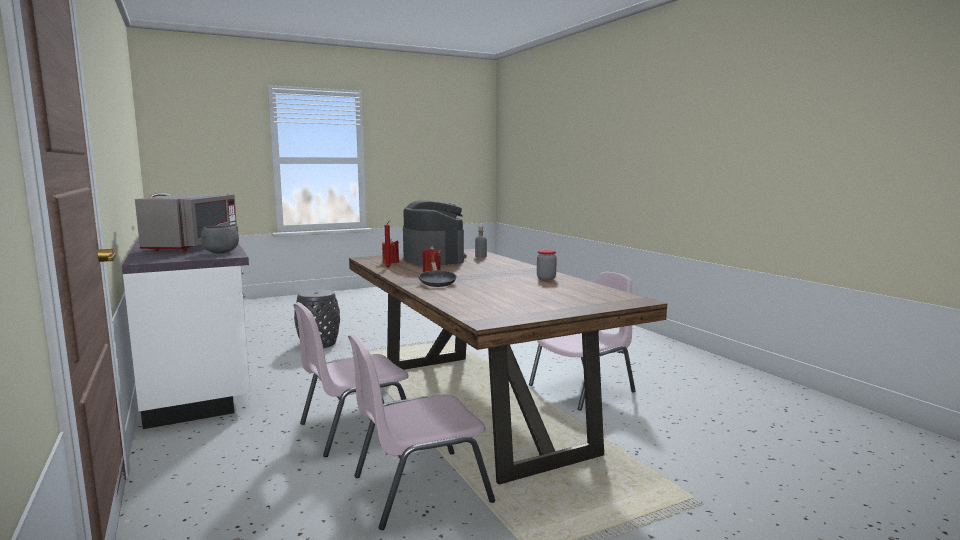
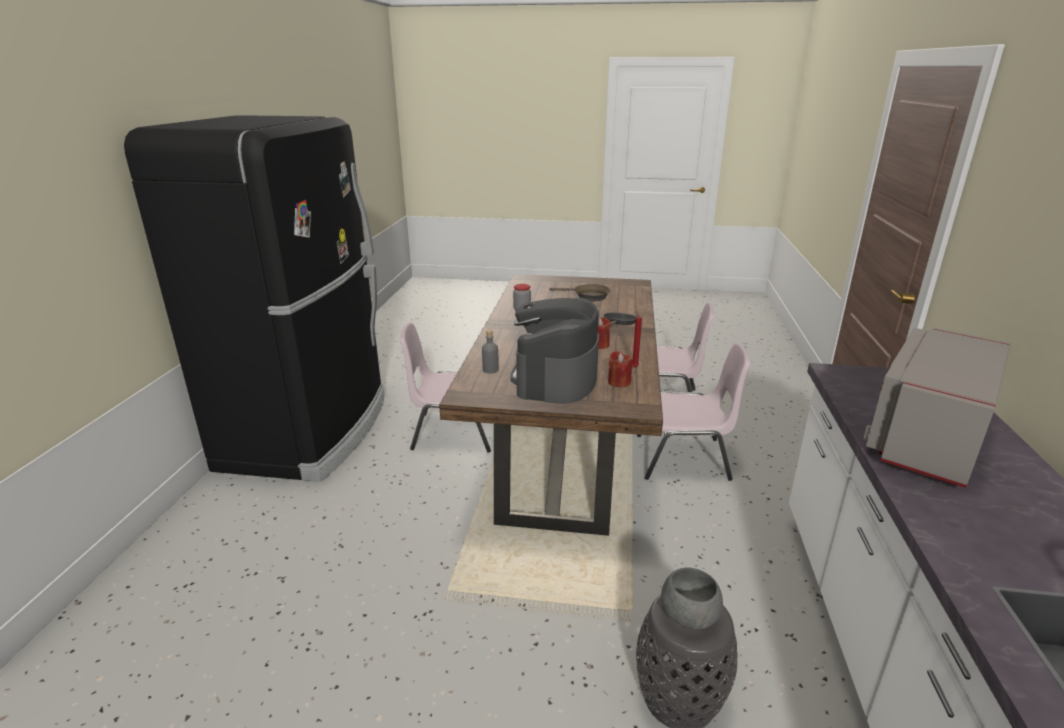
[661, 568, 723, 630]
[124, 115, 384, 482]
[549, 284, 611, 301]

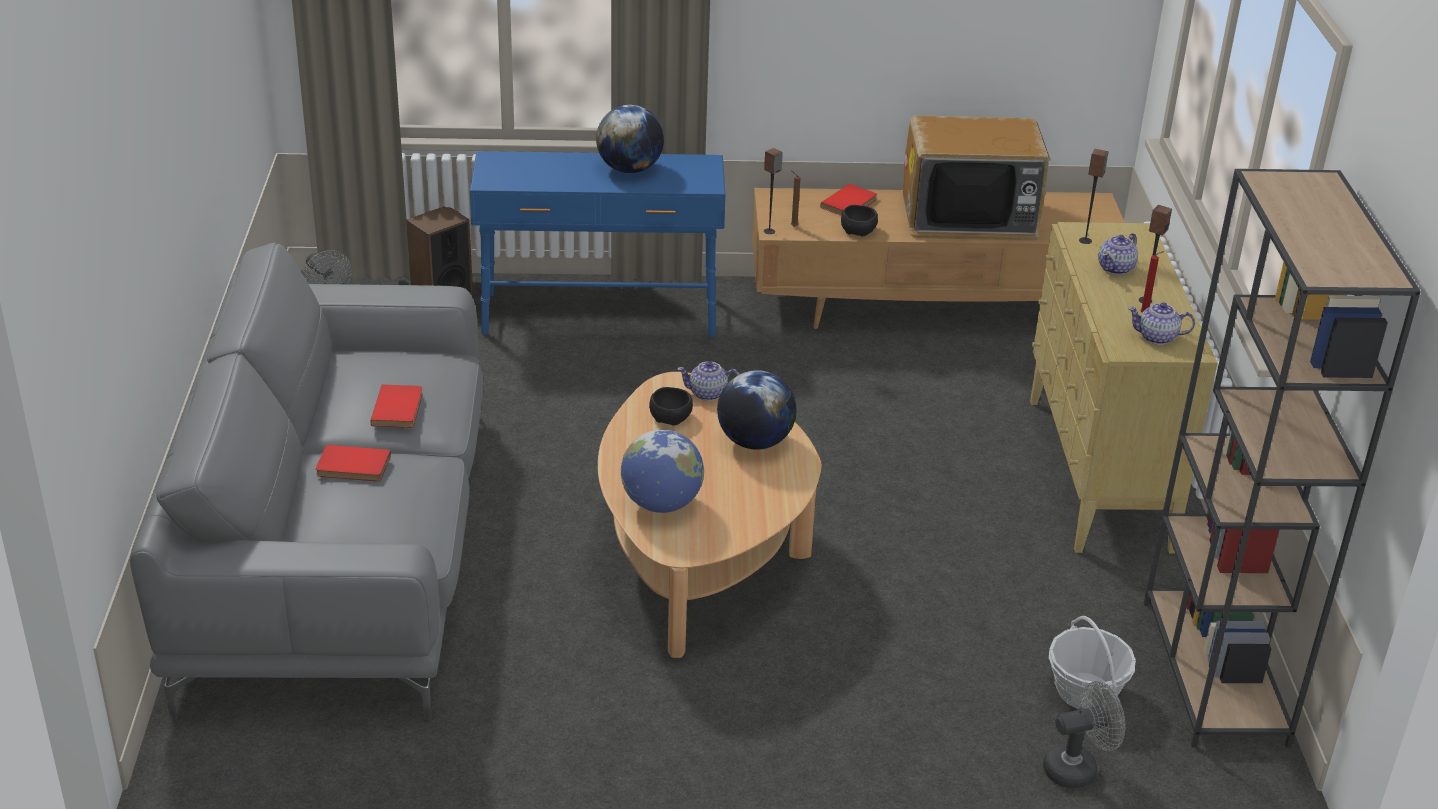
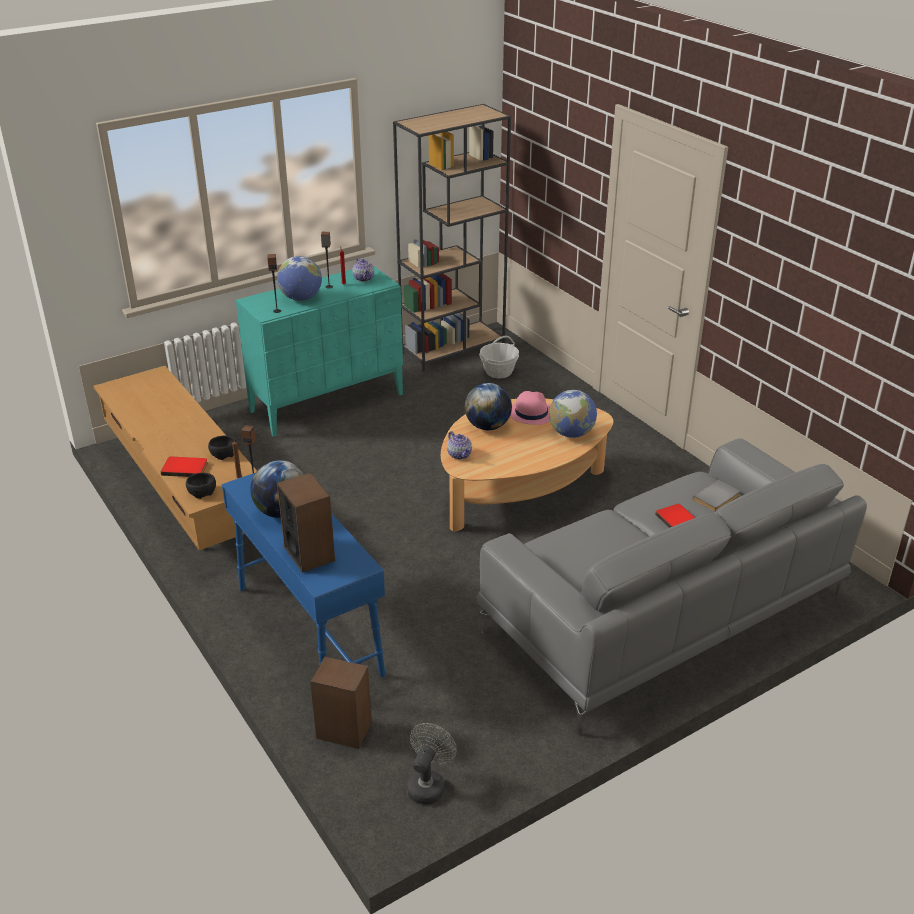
[371, 385, 423, 428] (first image)
[186, 473, 216, 499]
[903, 115, 1051, 241] (first image)
[236, 266, 403, 437]
[1043, 681, 1125, 789] (first image)
[277, 256, 322, 301]
[277, 472, 335, 573]
[510, 391, 550, 425]
[693, 479, 740, 512]

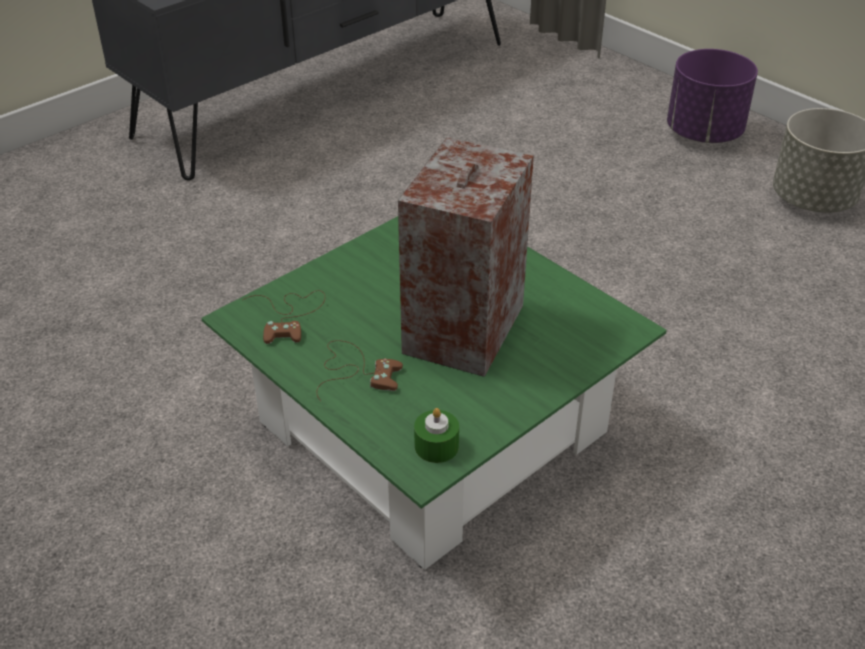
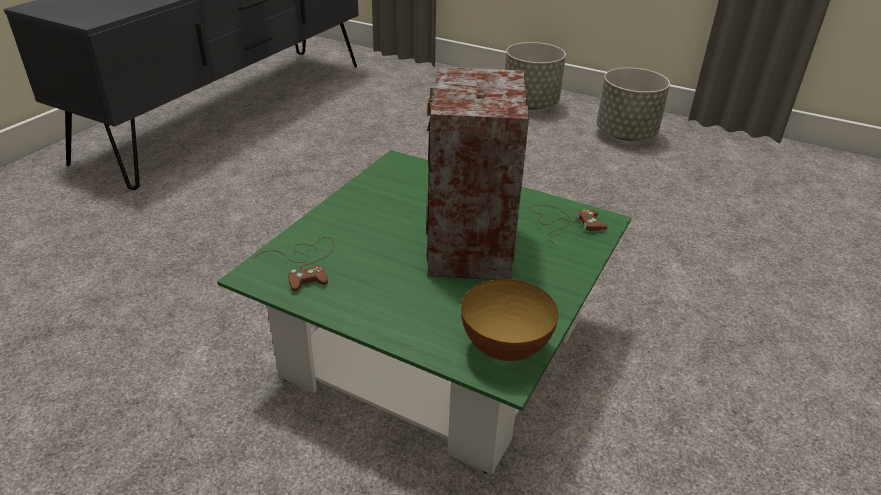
[529, 205, 608, 247]
[461, 279, 558, 361]
[505, 42, 566, 110]

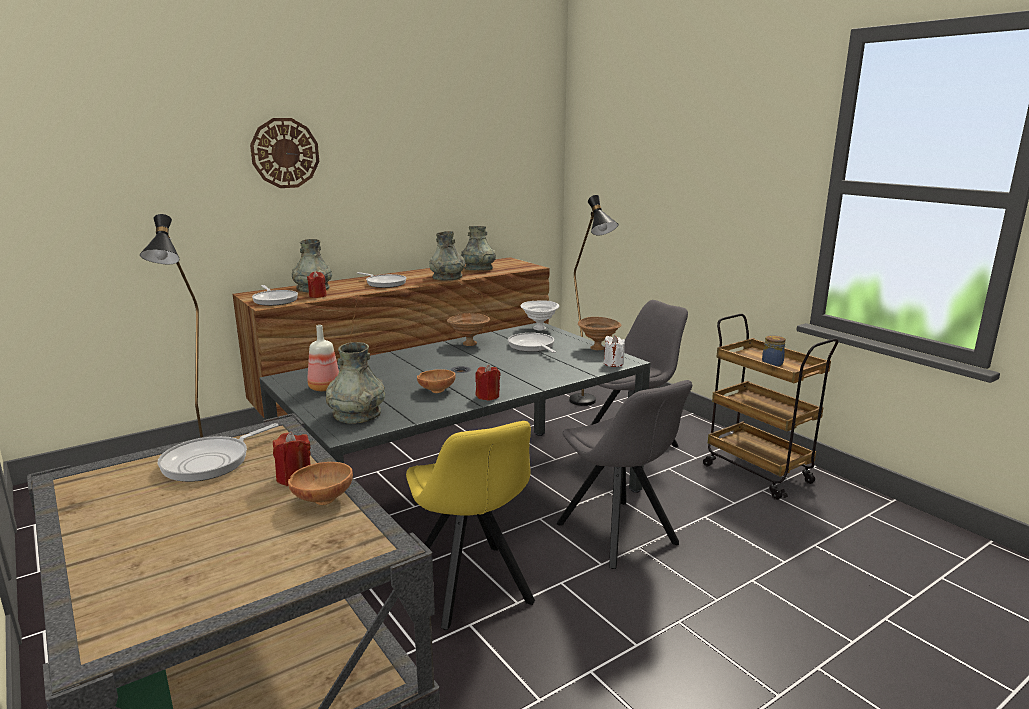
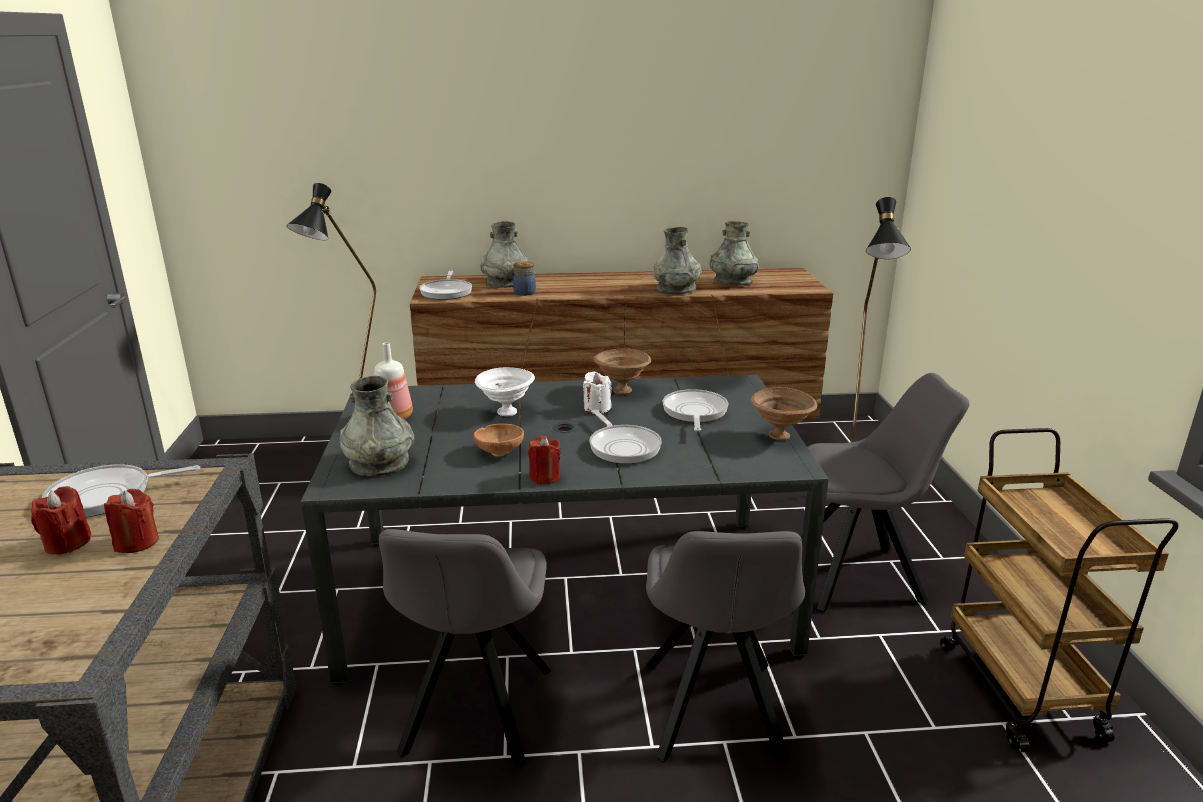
[250, 118, 319, 188] (first image)
[288, 462, 353, 505] (first image)
[31, 486, 92, 554]
[589, 410, 662, 464]
[379, 529, 551, 768]
[475, 367, 535, 416]
[583, 372, 612, 414]
[513, 261, 536, 296]

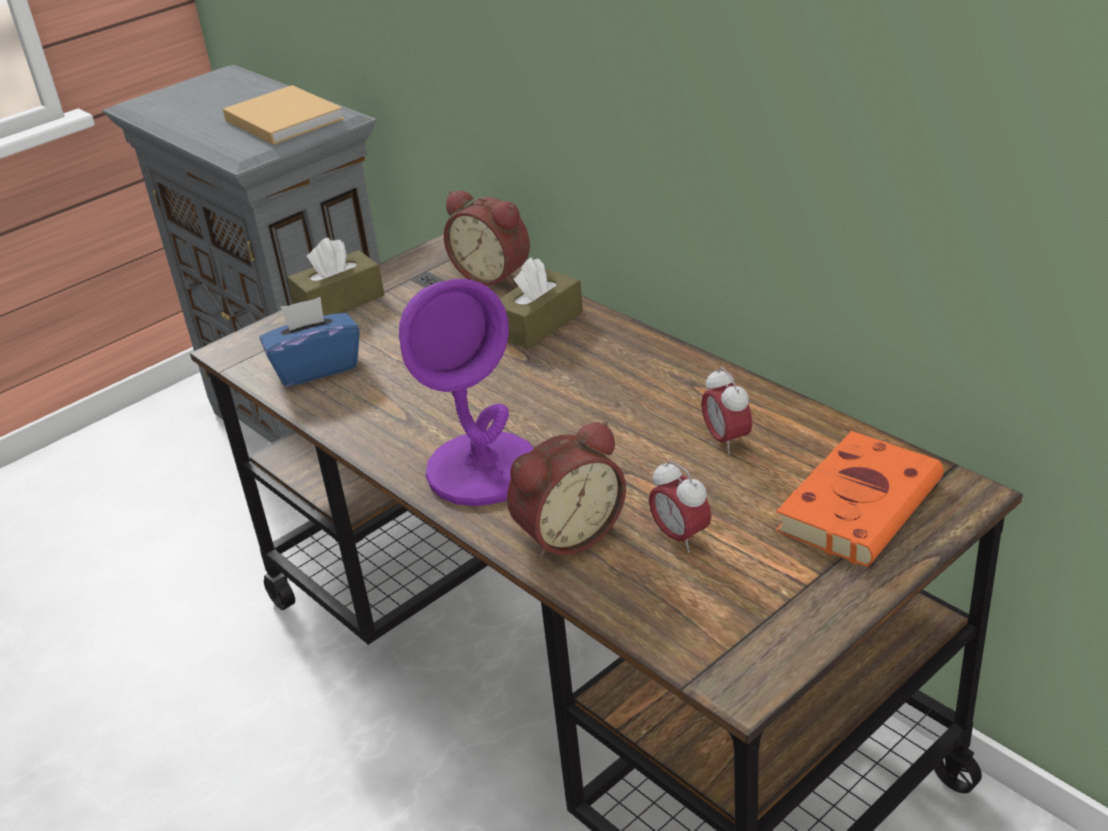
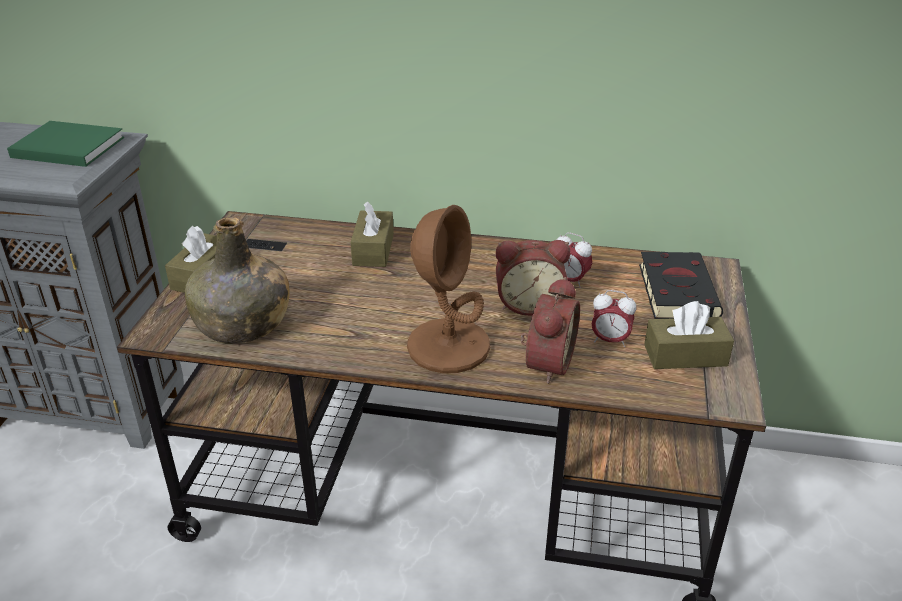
[7, 121, 124, 167]
[185, 217, 290, 343]
[407, 205, 490, 373]
[496, 240, 570, 316]
[639, 252, 723, 319]
[644, 301, 734, 369]

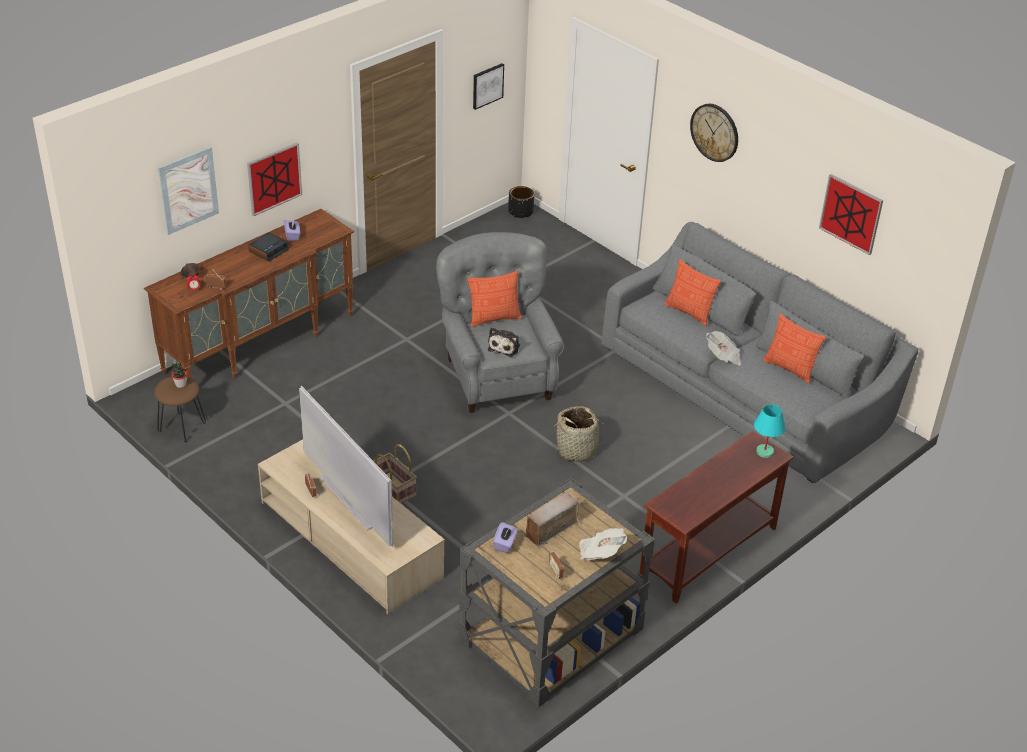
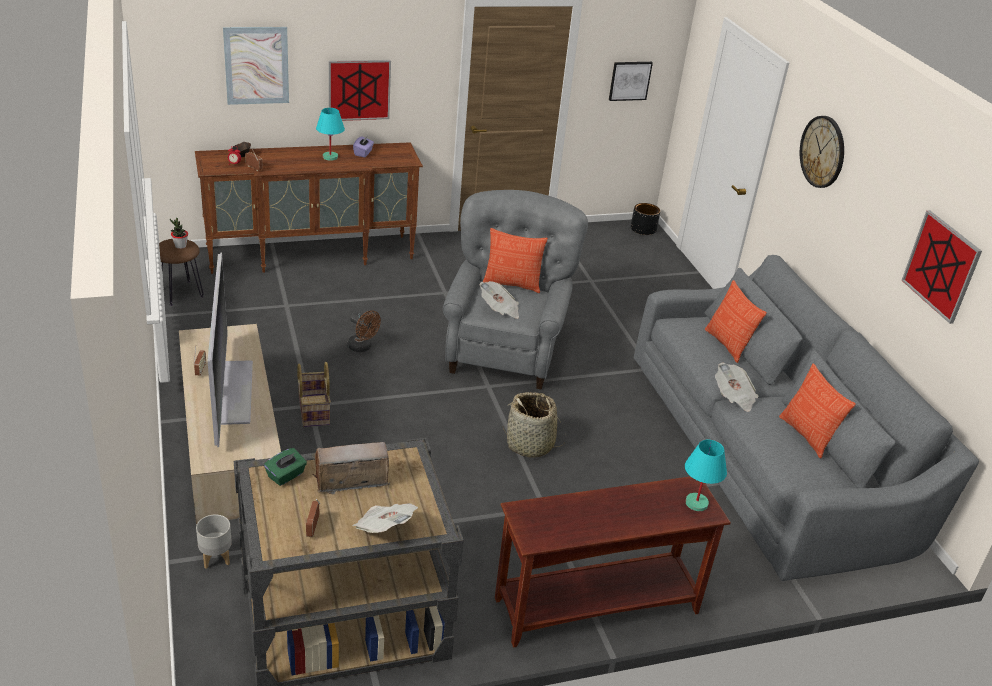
[316, 108, 345, 161]
[480, 281, 519, 319]
[264, 448, 307, 486]
[196, 514, 232, 569]
[347, 310, 381, 352]

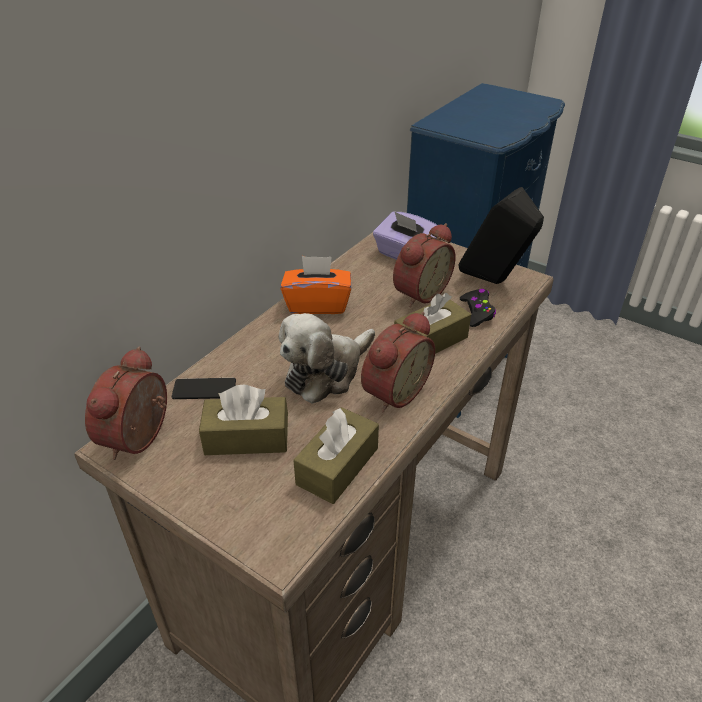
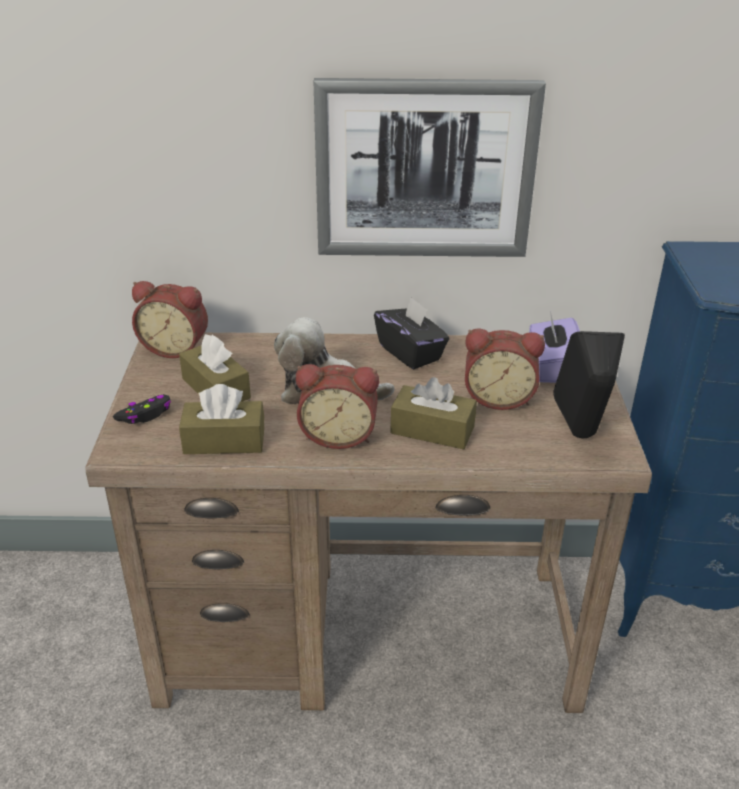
[132, 281, 208, 358]
[172, 378, 236, 399] (first image)
[374, 297, 449, 369]
[113, 394, 171, 424]
[314, 78, 546, 257]

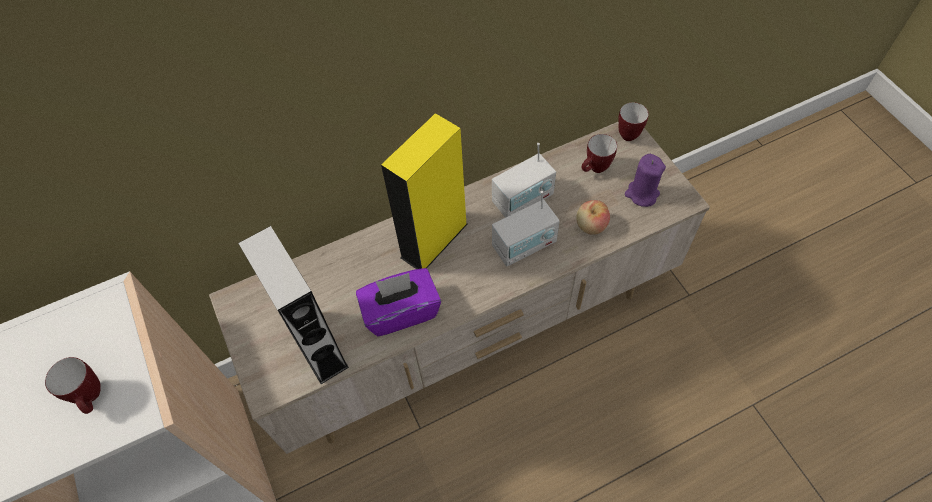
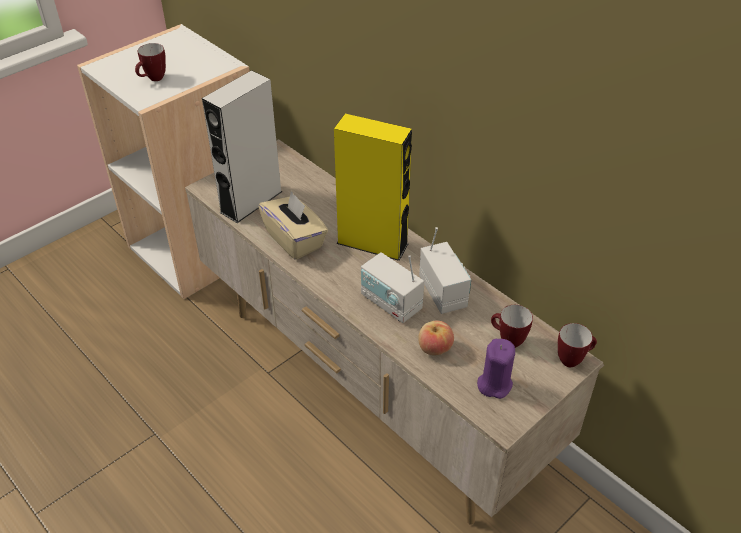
[259, 191, 328, 260]
[419, 227, 471, 314]

